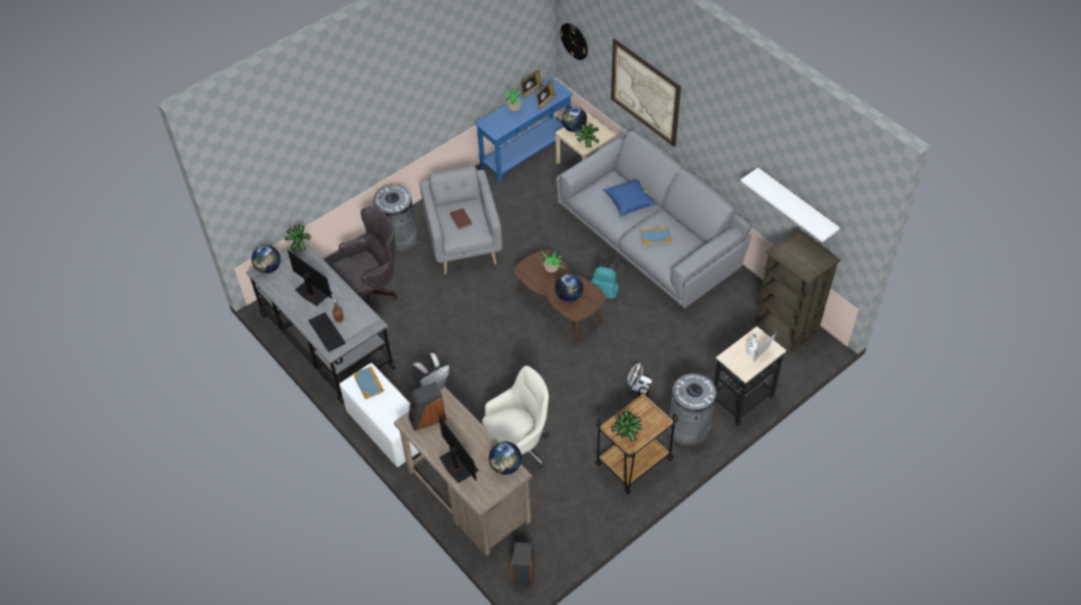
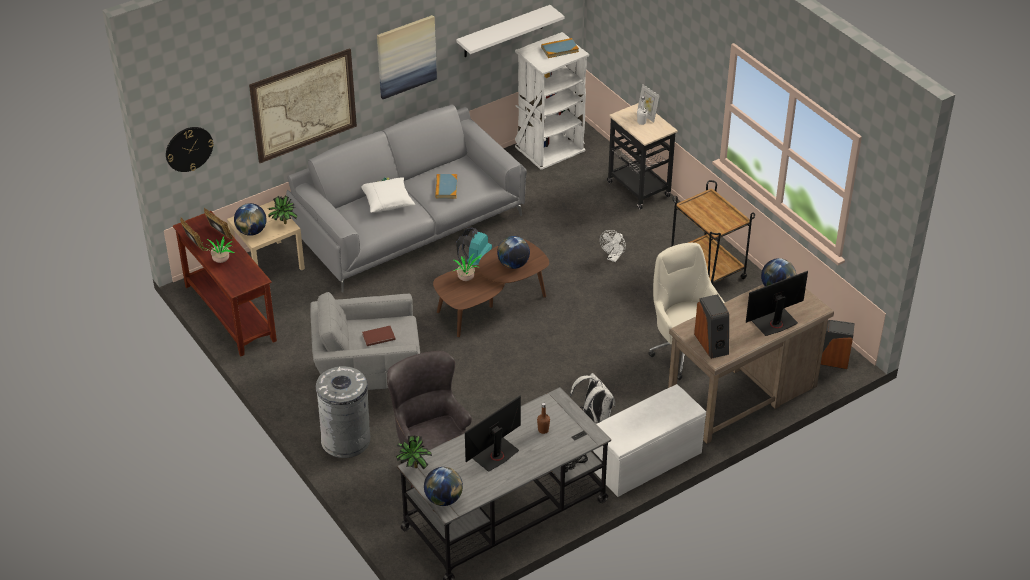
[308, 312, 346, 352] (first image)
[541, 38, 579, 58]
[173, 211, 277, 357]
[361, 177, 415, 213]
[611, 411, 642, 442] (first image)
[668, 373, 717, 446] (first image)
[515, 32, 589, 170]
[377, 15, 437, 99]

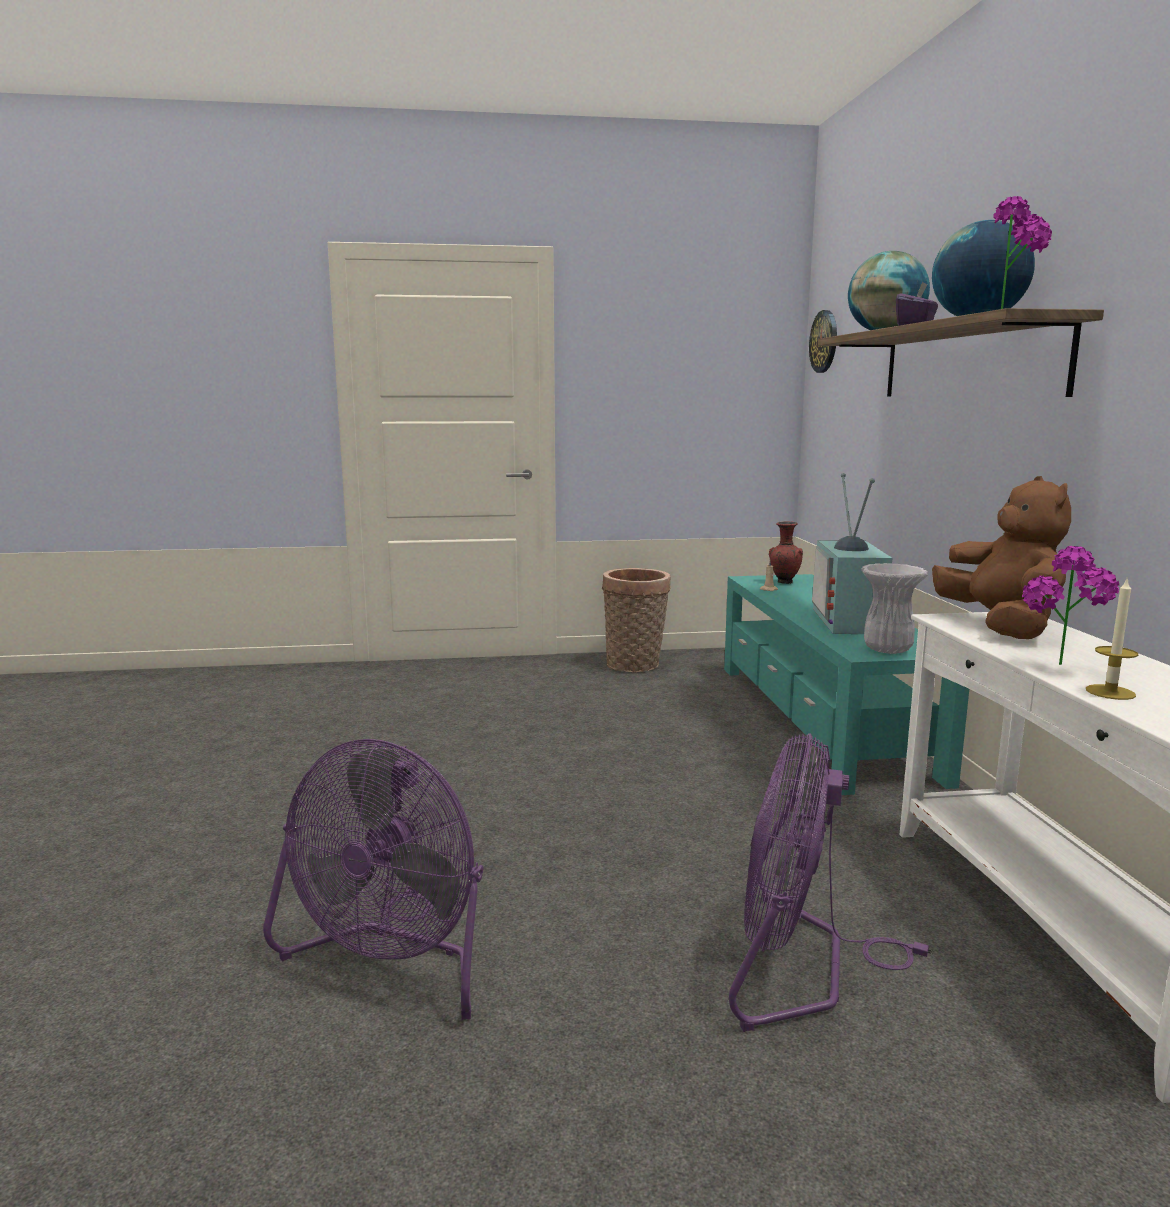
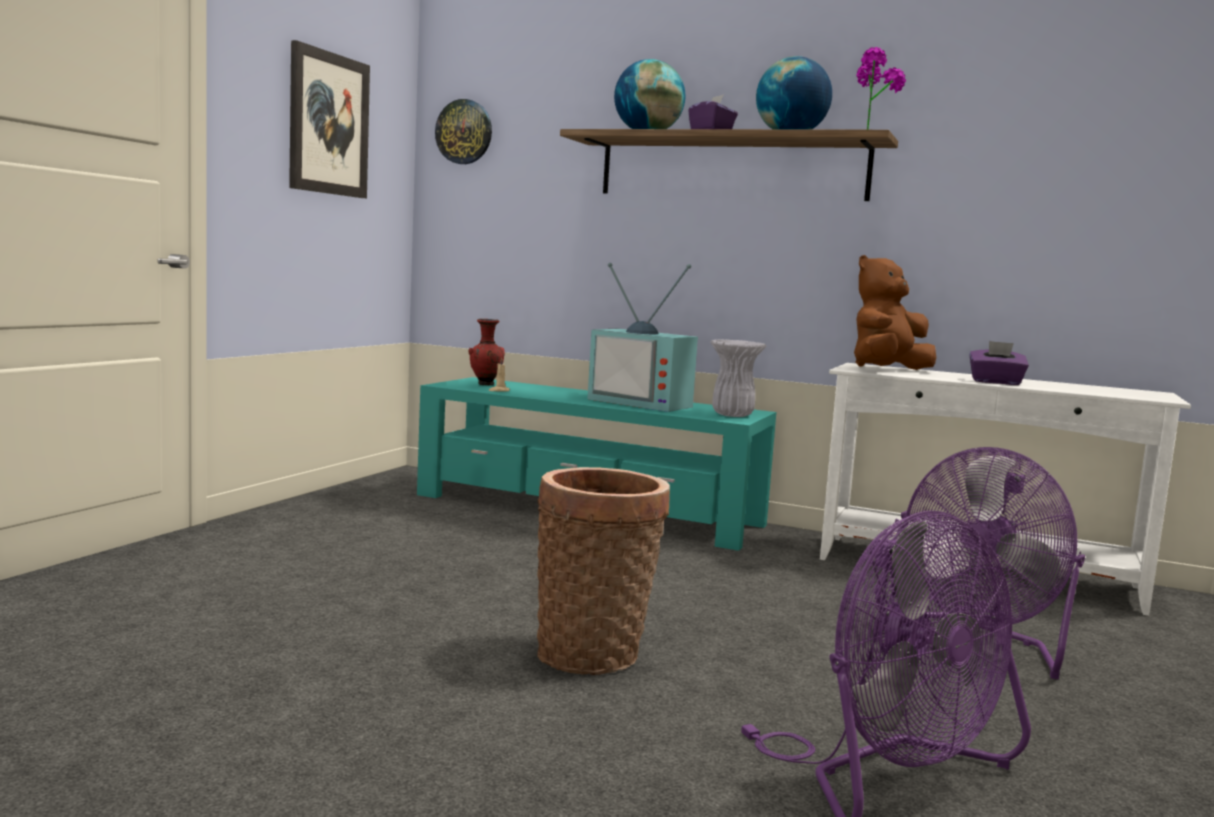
[537, 467, 670, 675]
[854, 255, 936, 370]
[969, 341, 1029, 385]
[1086, 577, 1138, 700] (first image)
[289, 40, 370, 198]

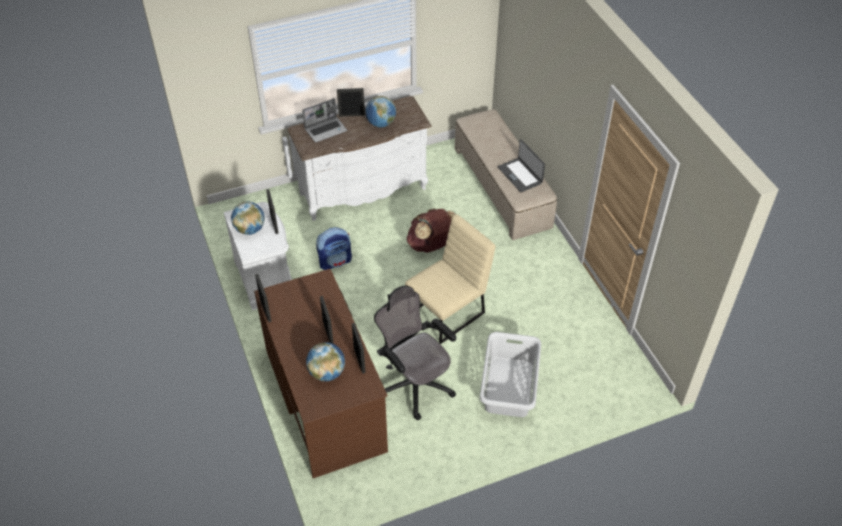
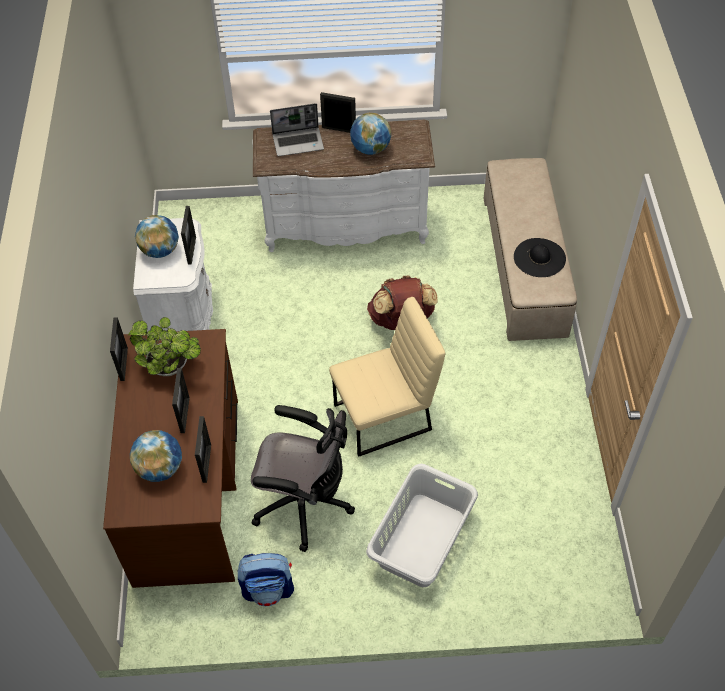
[238, 553, 294, 606]
[251, 405, 355, 552]
[514, 238, 566, 277]
[128, 317, 201, 376]

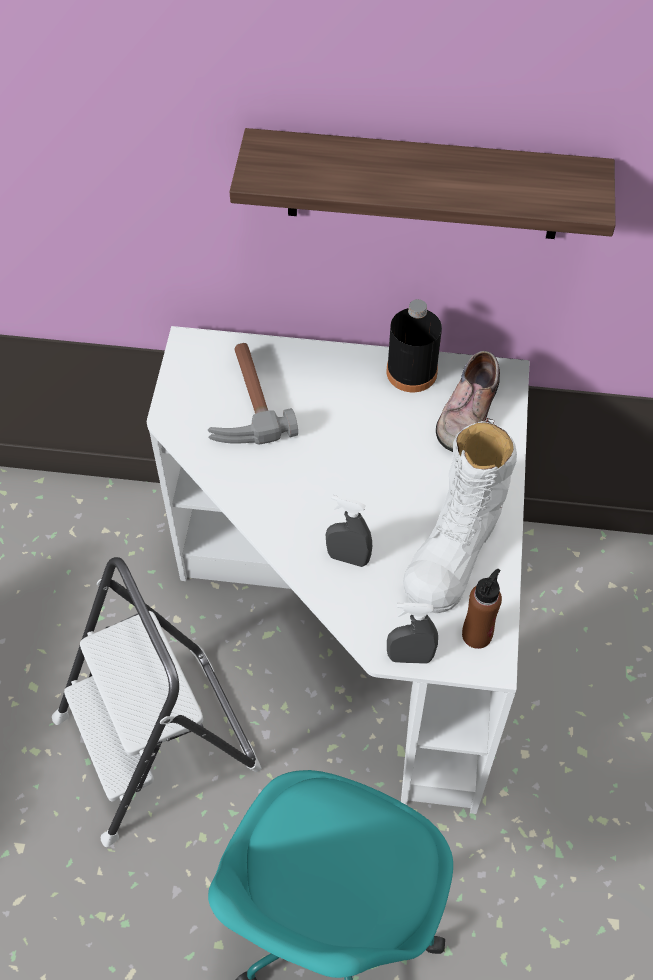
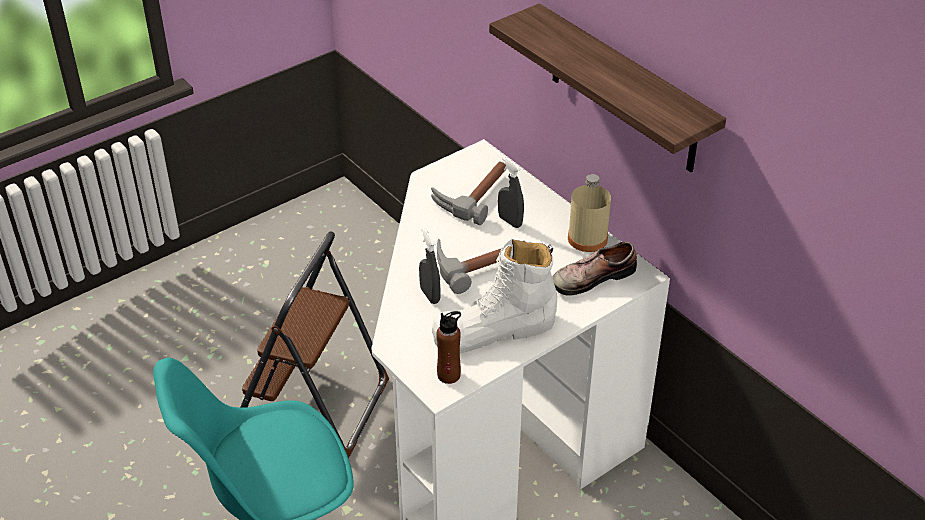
[241, 231, 389, 459]
[568, 174, 611, 252]
[498, 157, 524, 228]
[437, 239, 526, 294]

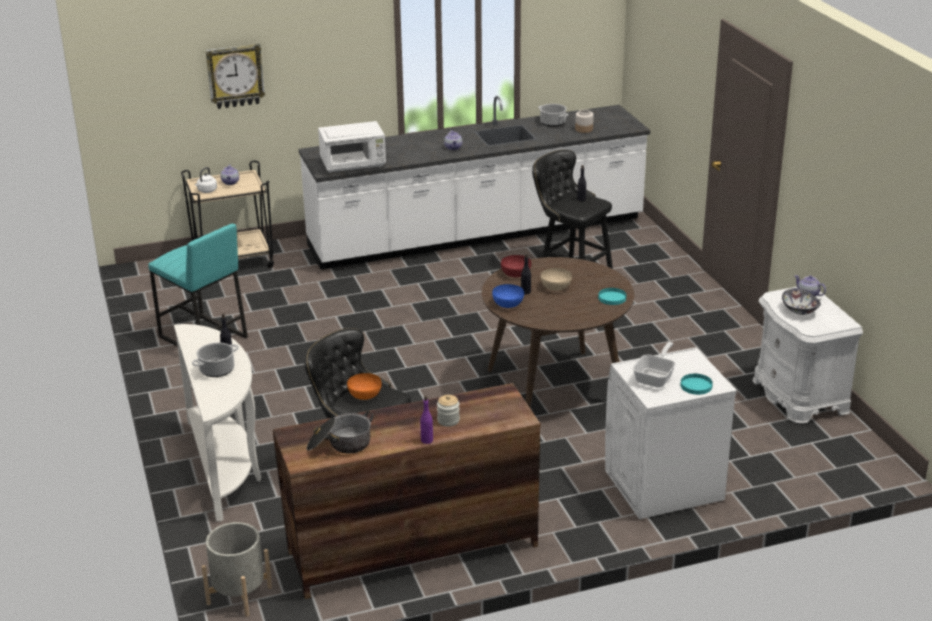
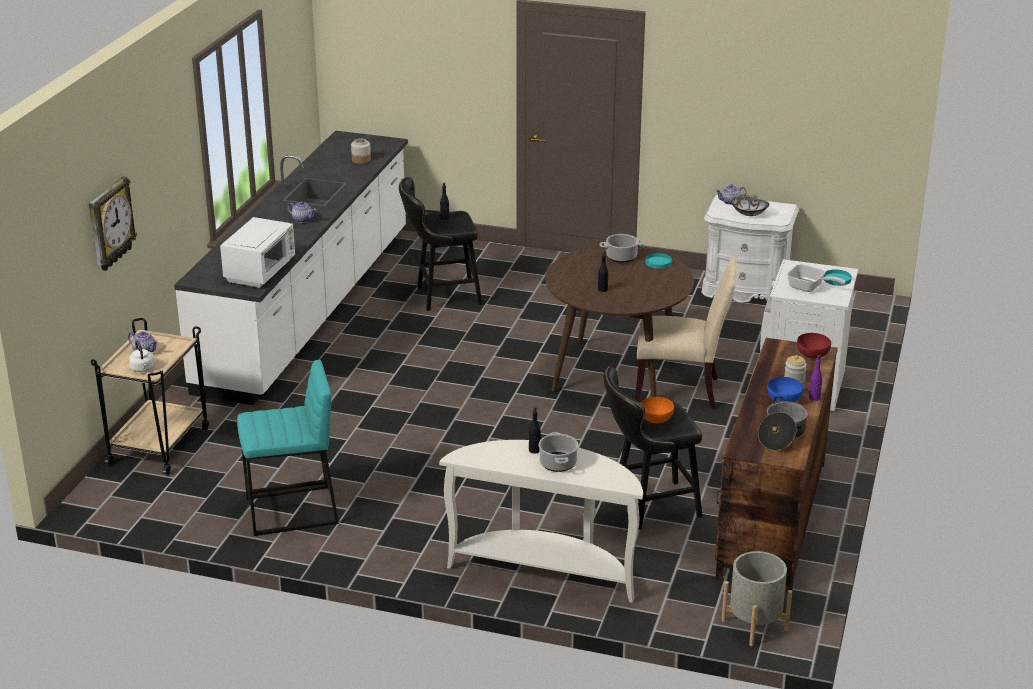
[767, 377, 803, 402]
[797, 333, 831, 359]
[599, 234, 645, 263]
[541, 268, 572, 291] (first image)
[787, 264, 846, 292]
[635, 258, 737, 409]

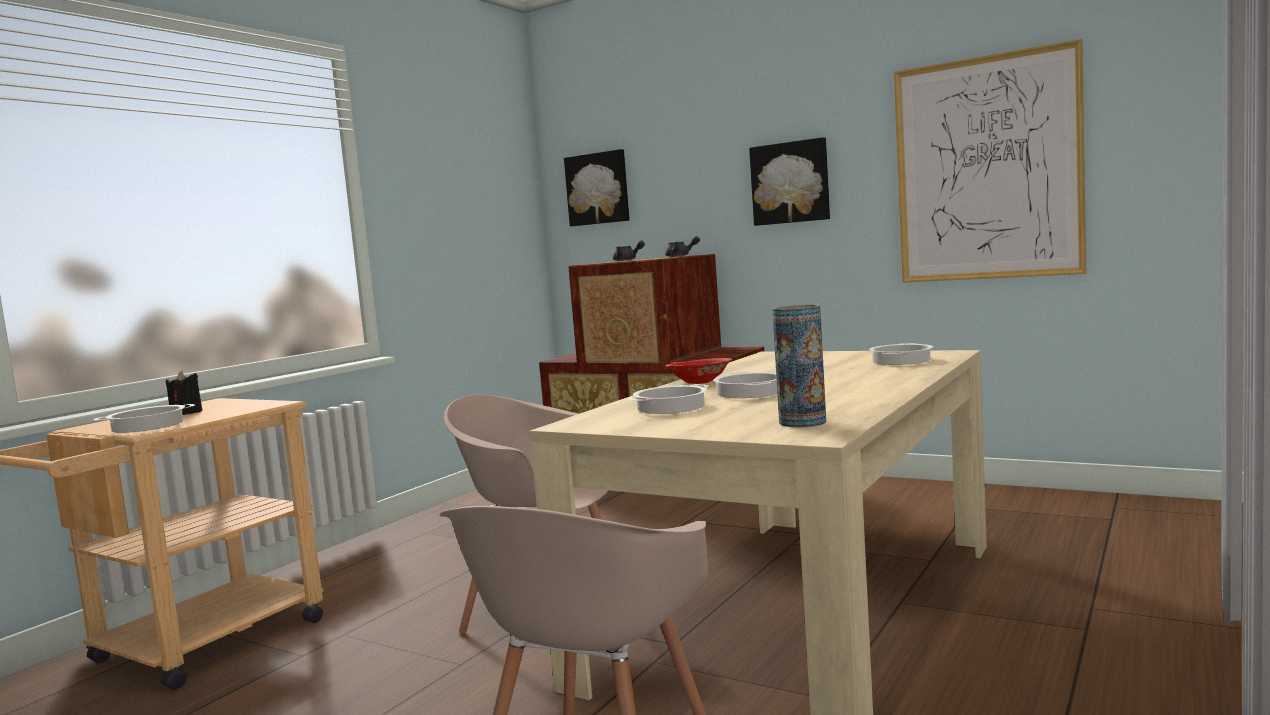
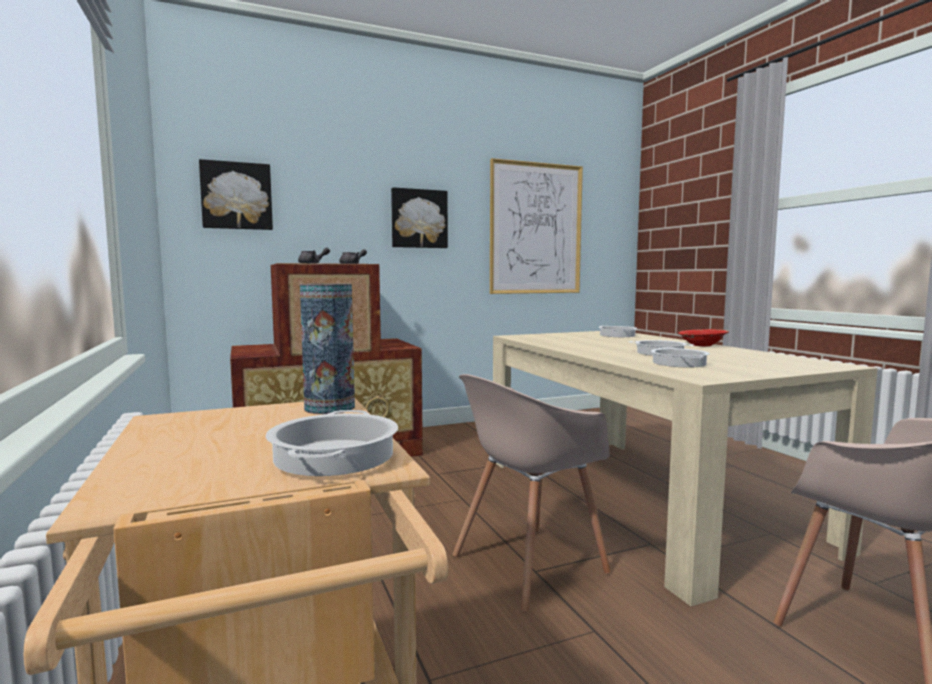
[166, 371, 203, 415] (first image)
[678, 329, 729, 346]
[300, 283, 355, 414]

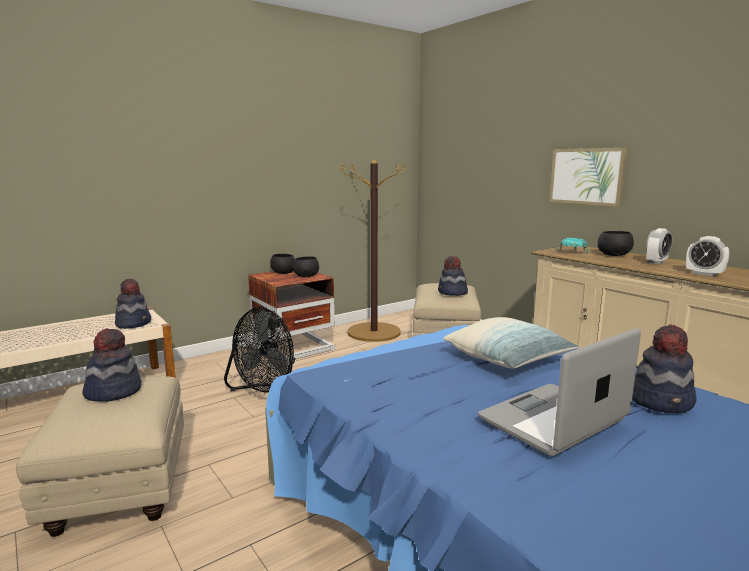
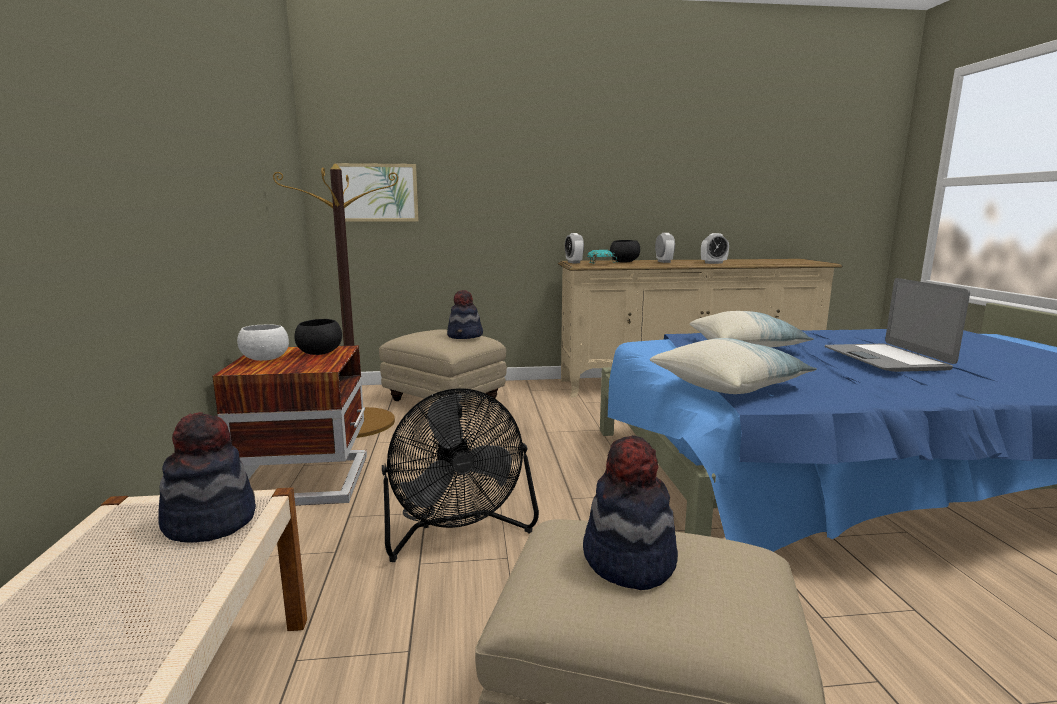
[237, 324, 289, 361]
[335, 163, 419, 222]
[632, 325, 697, 413] (first image)
[565, 233, 584, 263]
[650, 338, 817, 394]

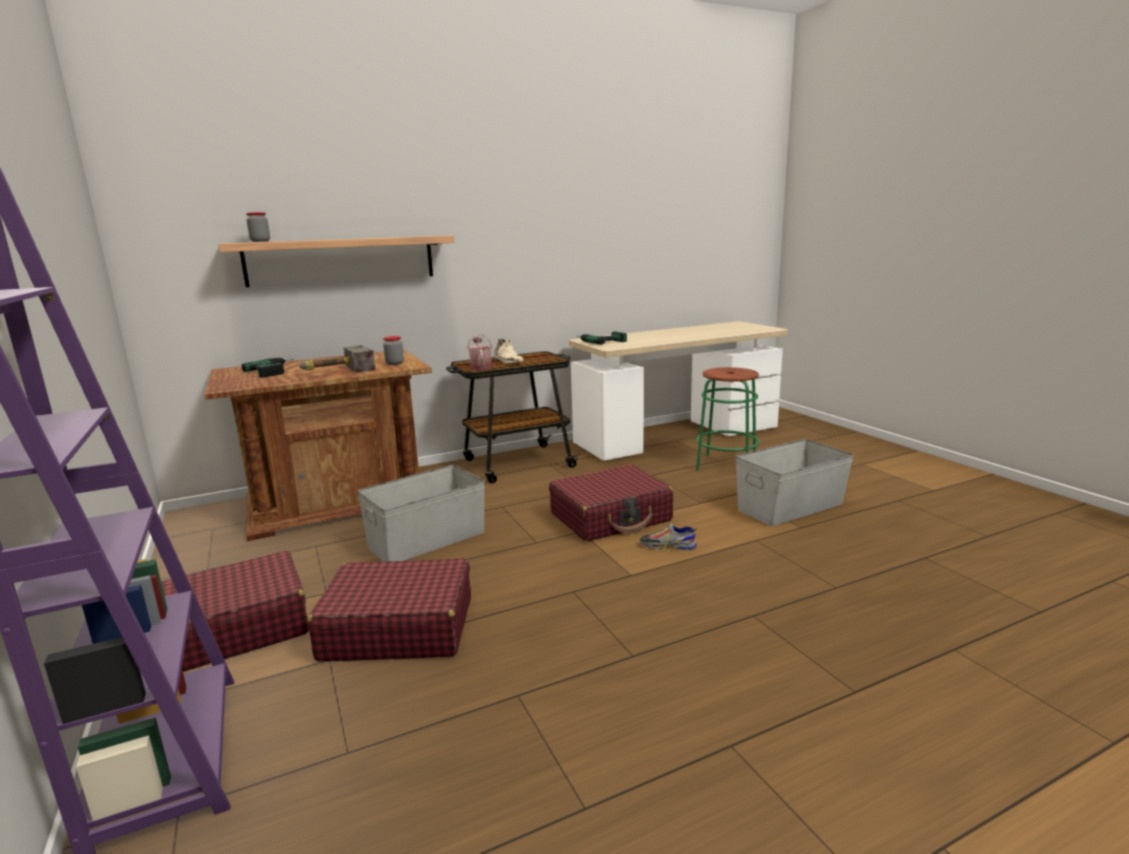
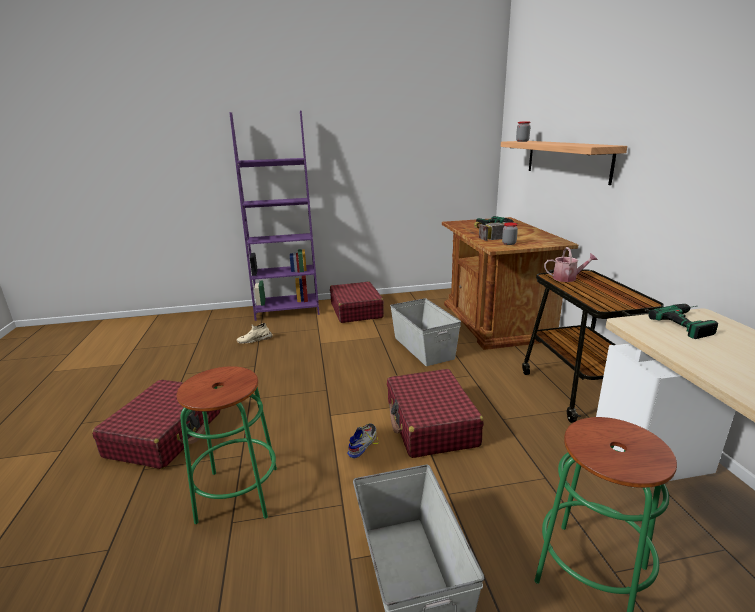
[92, 380, 220, 469]
[237, 323, 273, 343]
[177, 366, 277, 524]

